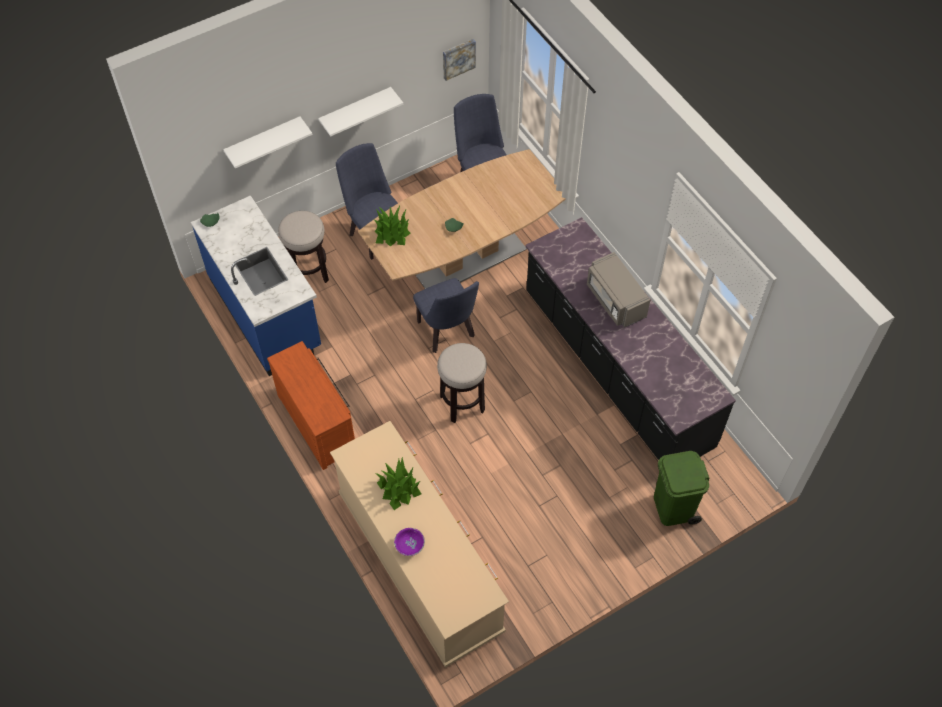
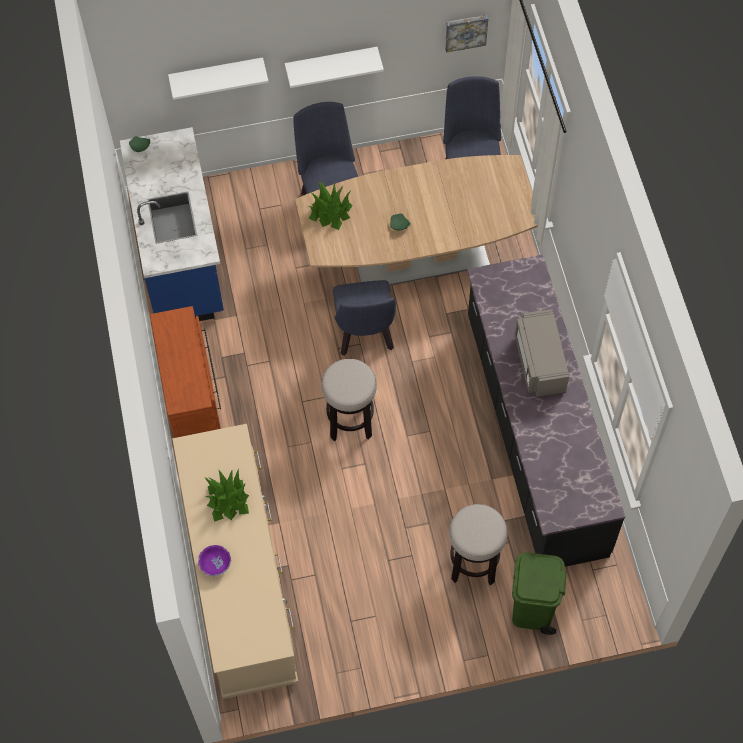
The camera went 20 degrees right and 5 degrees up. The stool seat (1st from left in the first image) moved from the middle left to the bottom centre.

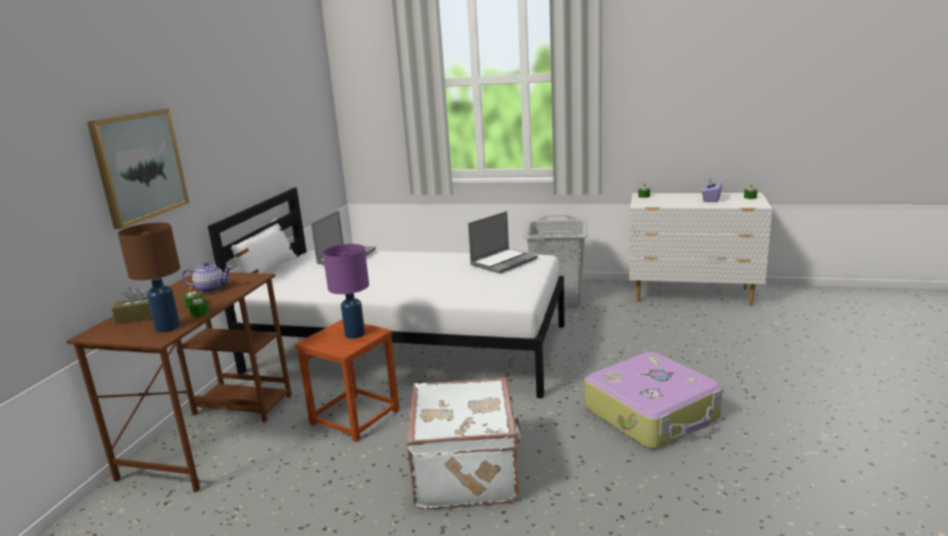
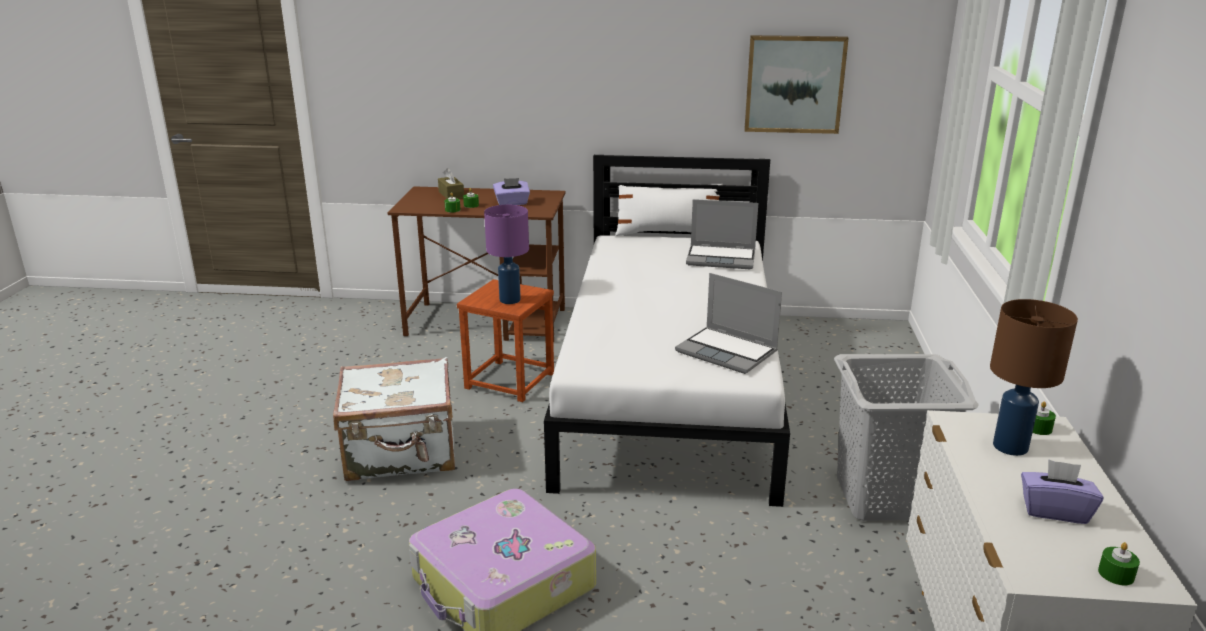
The camera went 80 degrees right and 5 degrees up. The picture moved from the top left to the top centre. The brown table lamp moved from the middle left to the middle right. The pot for tea at the middle left was replaced by the purple-coloured box of tissues (1st from left) at the top centre.

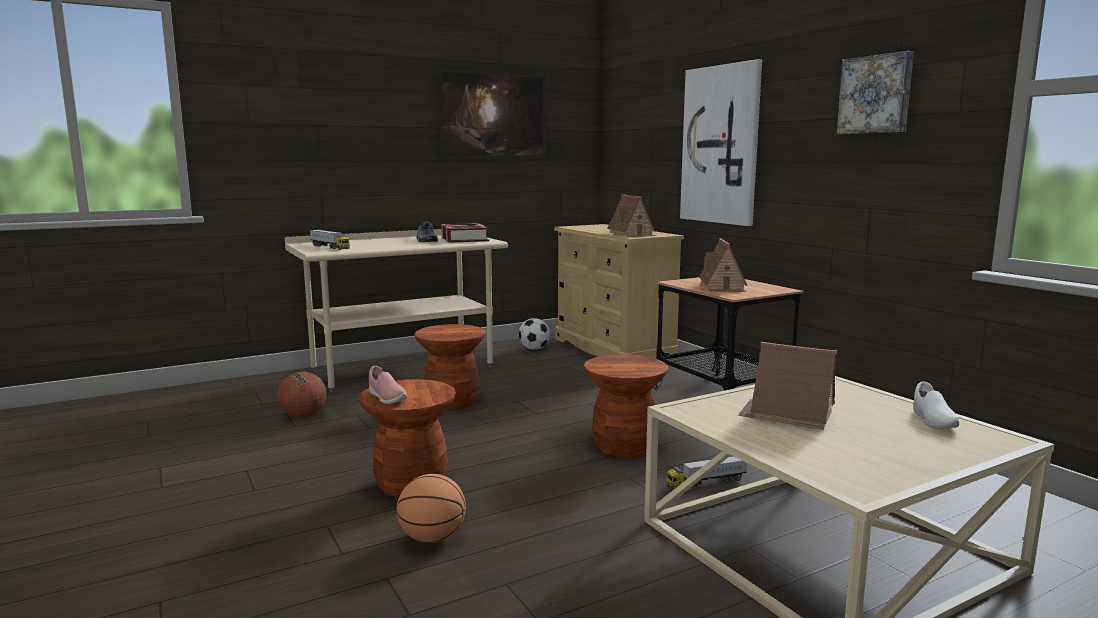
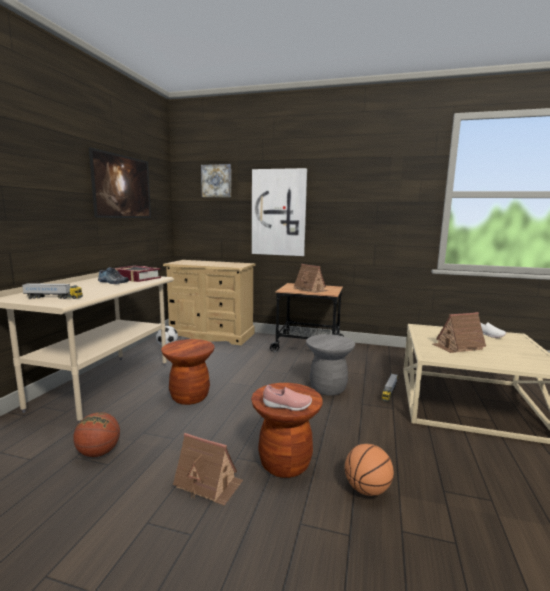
The camera went 45 degrees left and 0 degrees up. The toy house (1st from left) moved from the centre to the bottom centre. The picture (3rd from left in the first image) moved from the top right to the top centre. The brown stool seat (3rd from left) at the centre became the greyish stool seat at the centre.

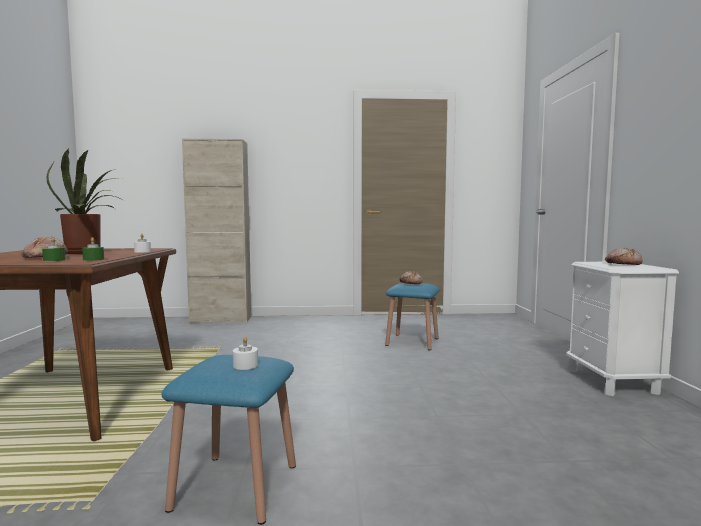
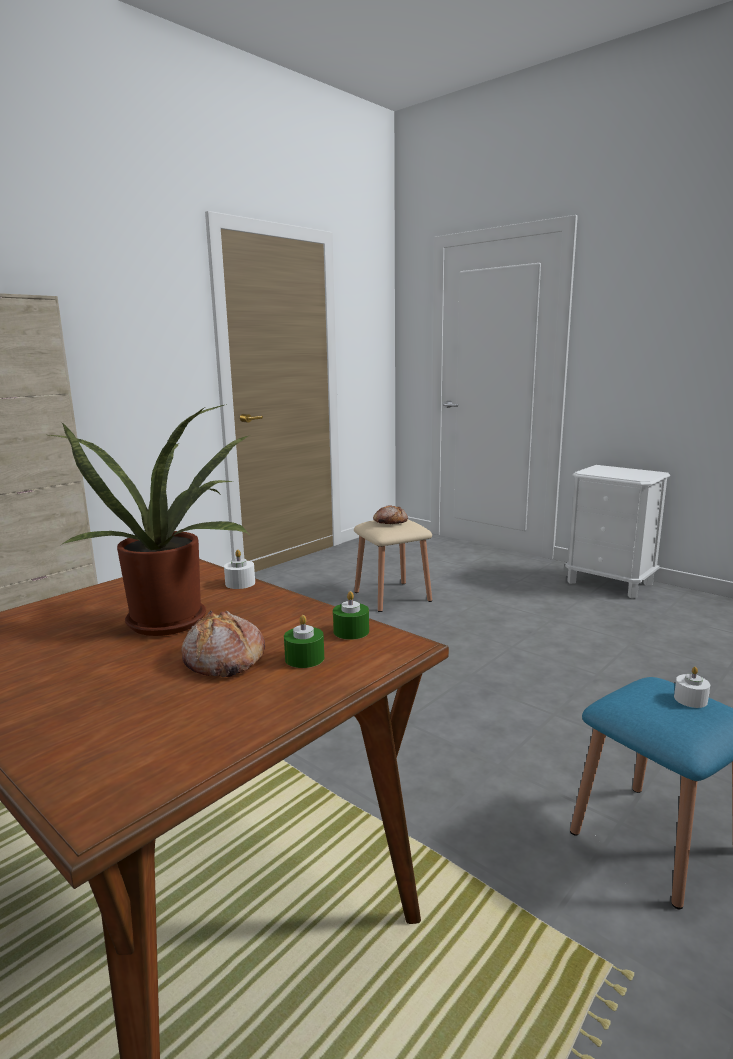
The camera went 45 degrees left and 10 degrees up. The bakery bread (3rd from left) at the middle right disappeared. The bluish stool seat (2nd from left) at the centre became the sand-coloured stool seat at the centre.

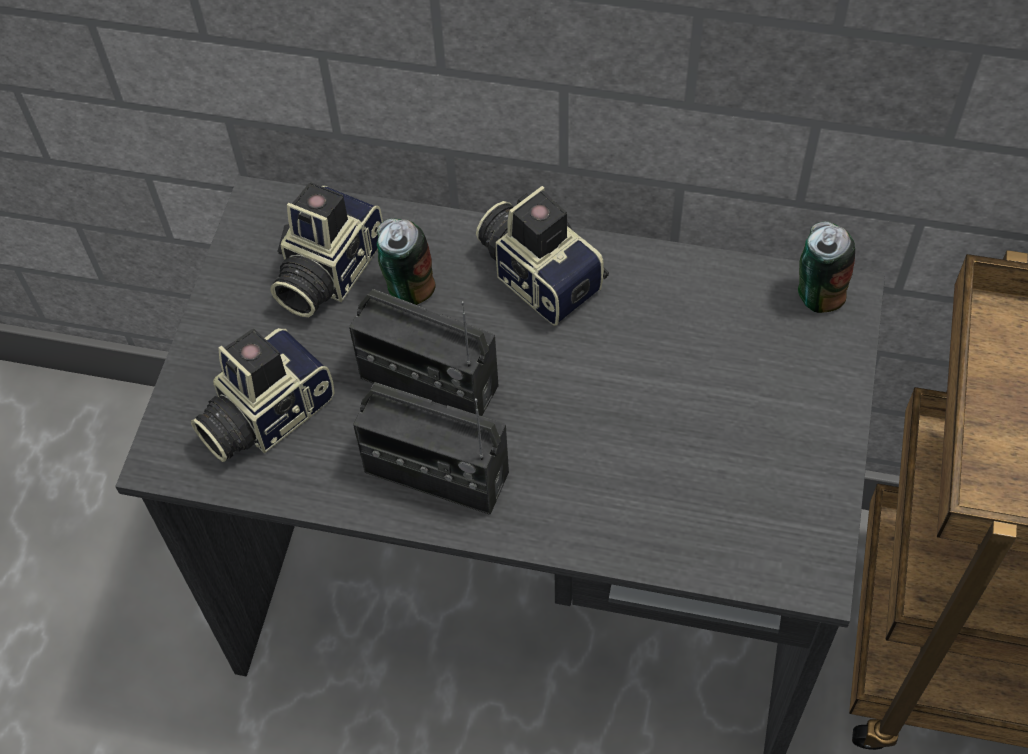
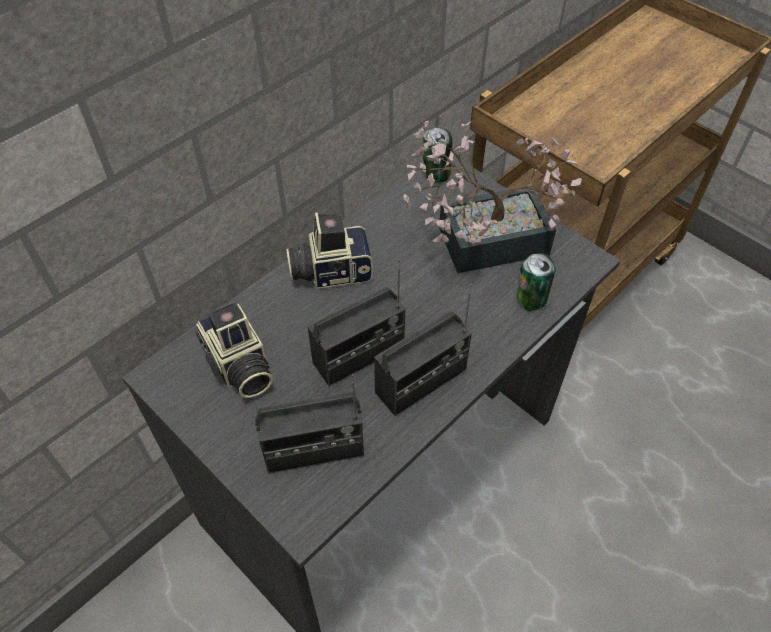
The camera went 60 degrees left and 5 degrees down. The potted plant at the top centre appeared. The metal can (1st from left in the first image) moved from the centre to the middle right. The photo camera (1st from left) at the middle left was replaced by the radio (1st from left) at the bottom centre.

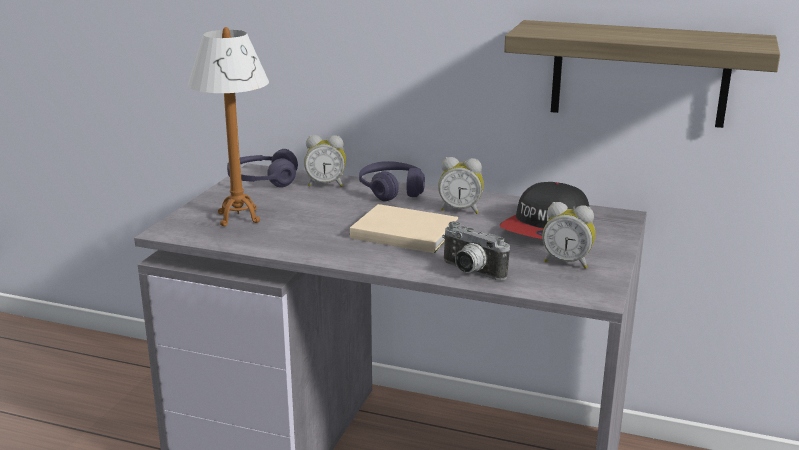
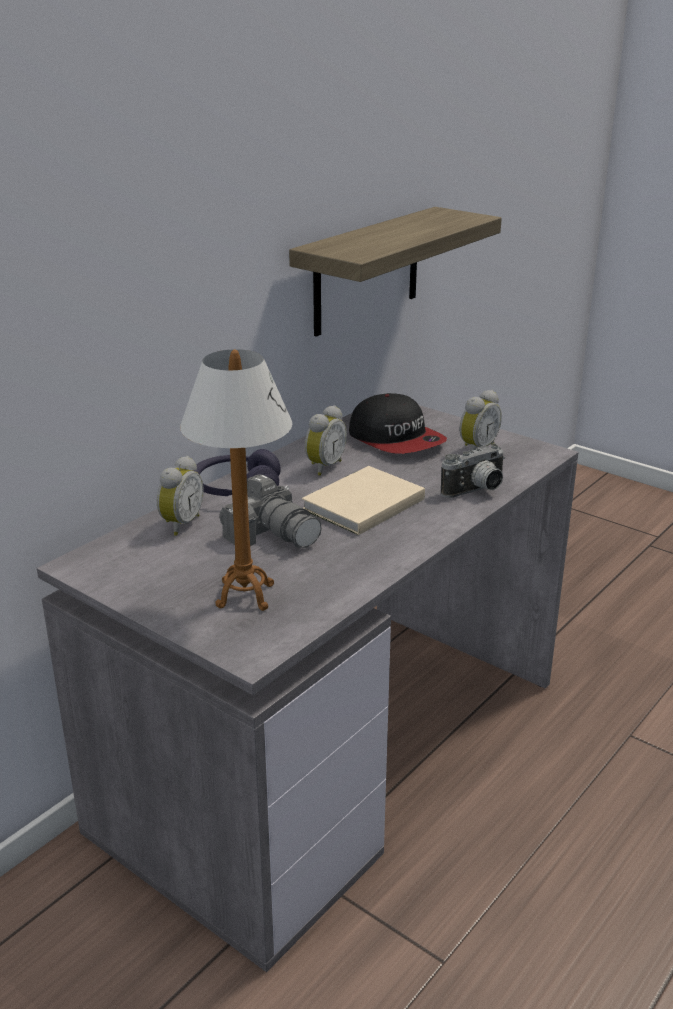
The camera went 70 degrees left and 5 degrees up. The purple-coloured pair of headphones (1st from left) at the middle left disappeared. The photo camera (1st from left) at the centre appeared.

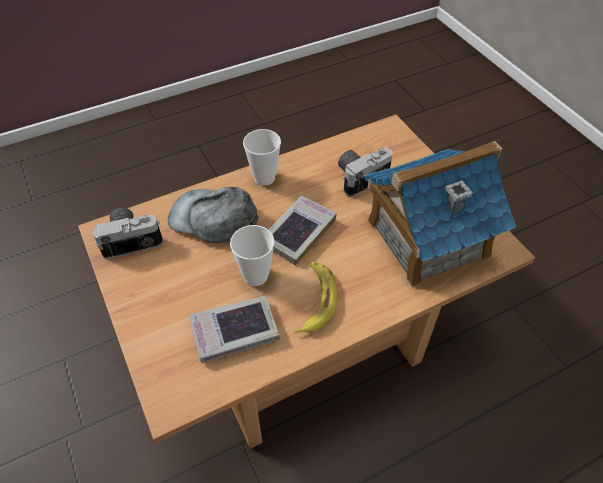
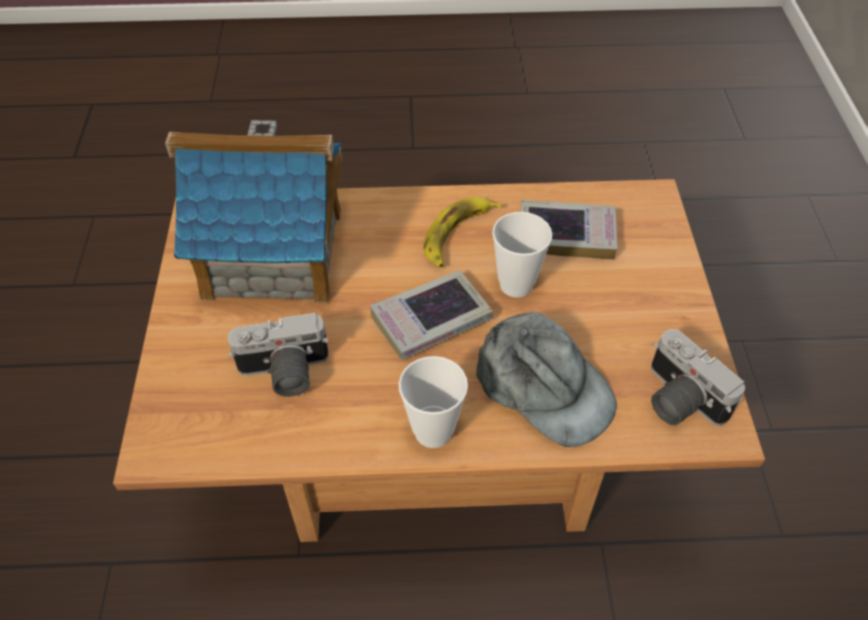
The camera went 155 degrees left and 0 degrees up. The photo camera (1st from left in the first image) at the middle left turned 45 degrees clockwise.

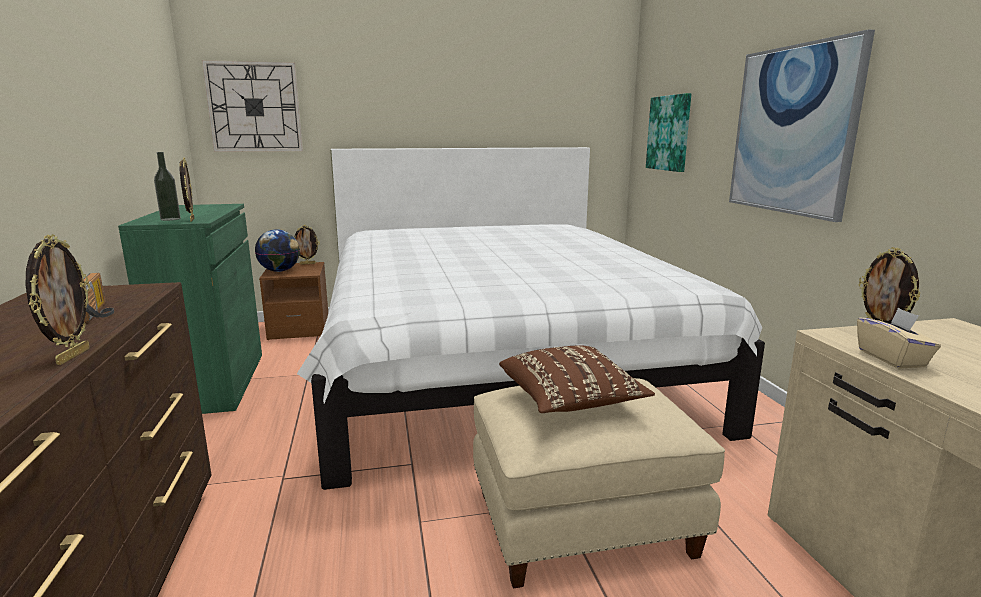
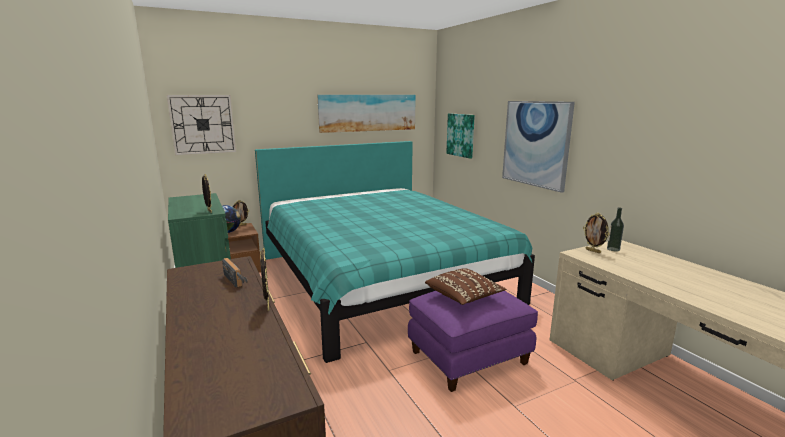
The camera went 15 degrees left and 0 degrees up. The sand-coloured box of tissues at the middle right disappeared. The picture (1st from left) at the top centre appeared. The drink bottle moved from the top left to the middle right. The white-coloured sleeping bed at the centre became the turquoise-coloured sleeping bed at the centre. The sand-coloured ottoman at the bottom centre became the purple-coloured ottoman at the bottom centre.

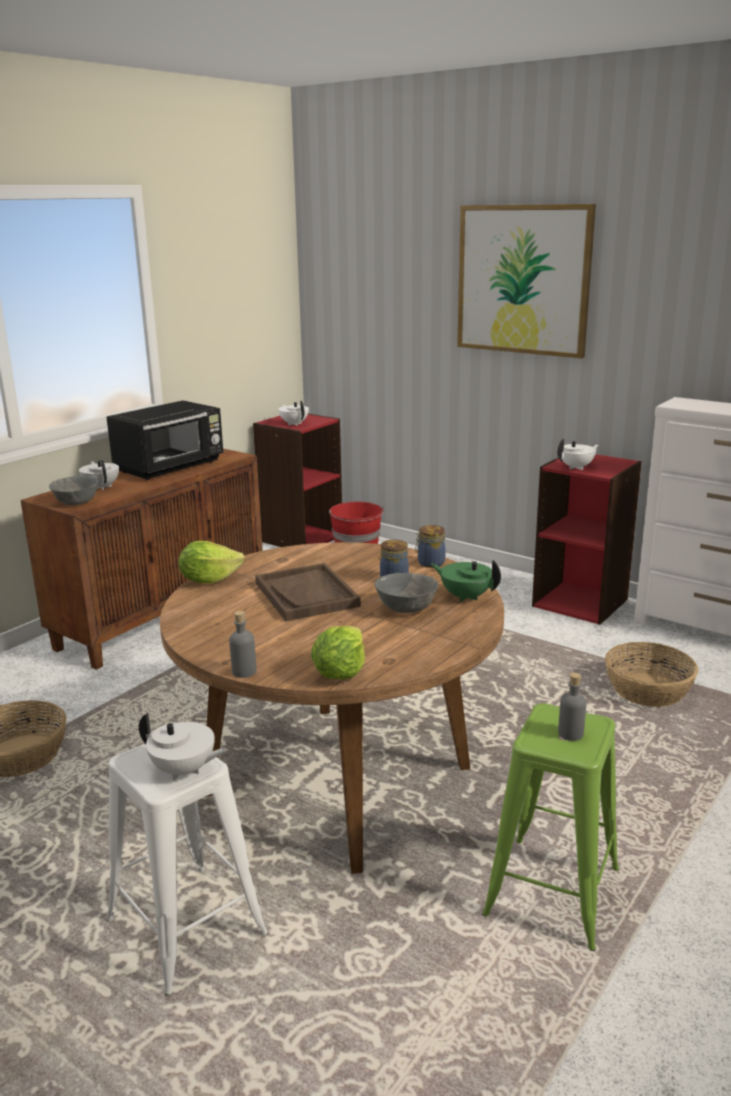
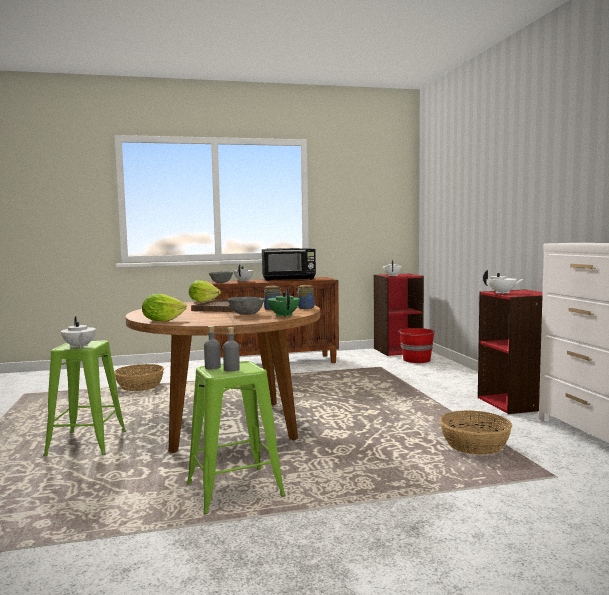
The camera went 40 degrees right and 15 degrees down. The picture at the top right disappeared. The greyish drink bottle (1st from left) moved from the middle left to the centre. The white-coloured stool seat at the bottom left became the greenish stool seat (1st from left) at the bottom left.

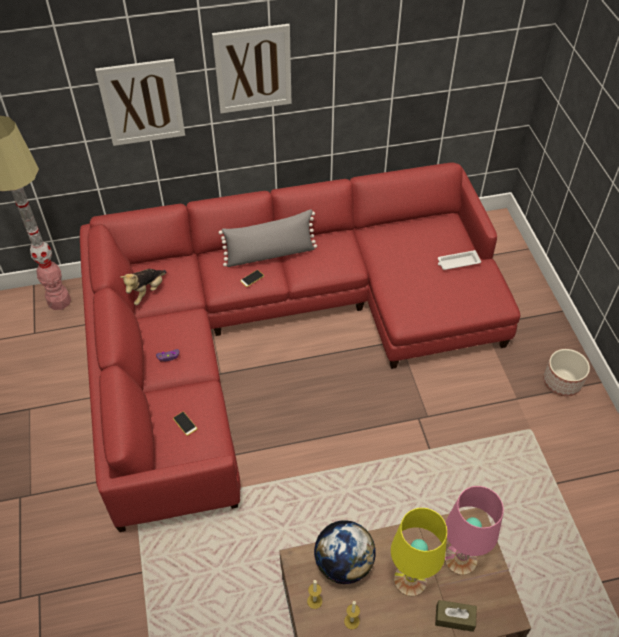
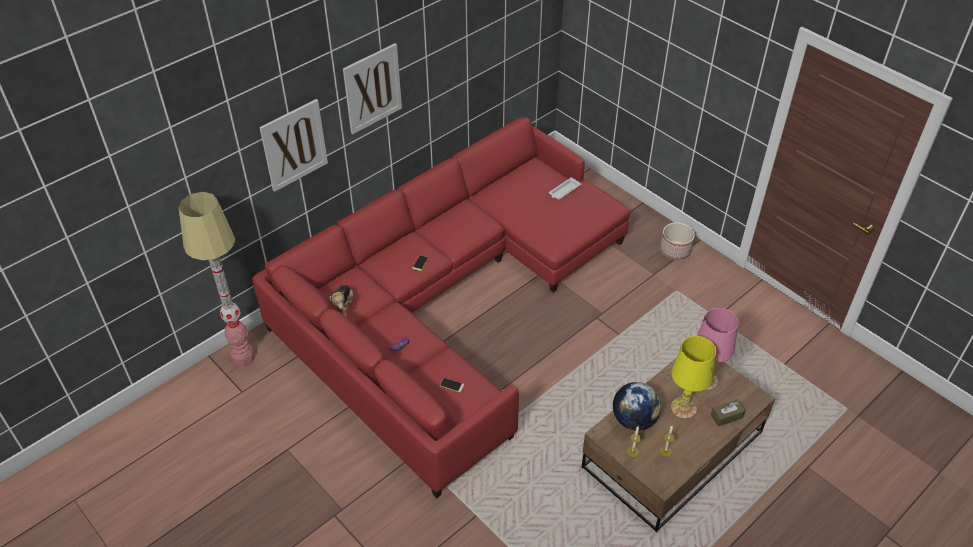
The camera went 30 degrees left and 5 degrees down. The greyish throw pillow at the centre disappeared.

